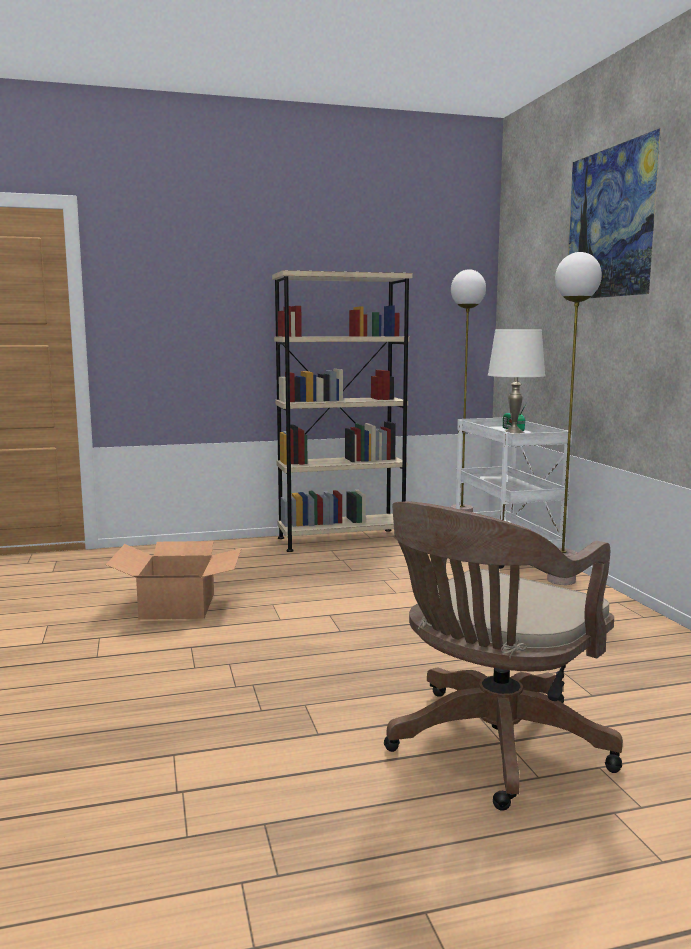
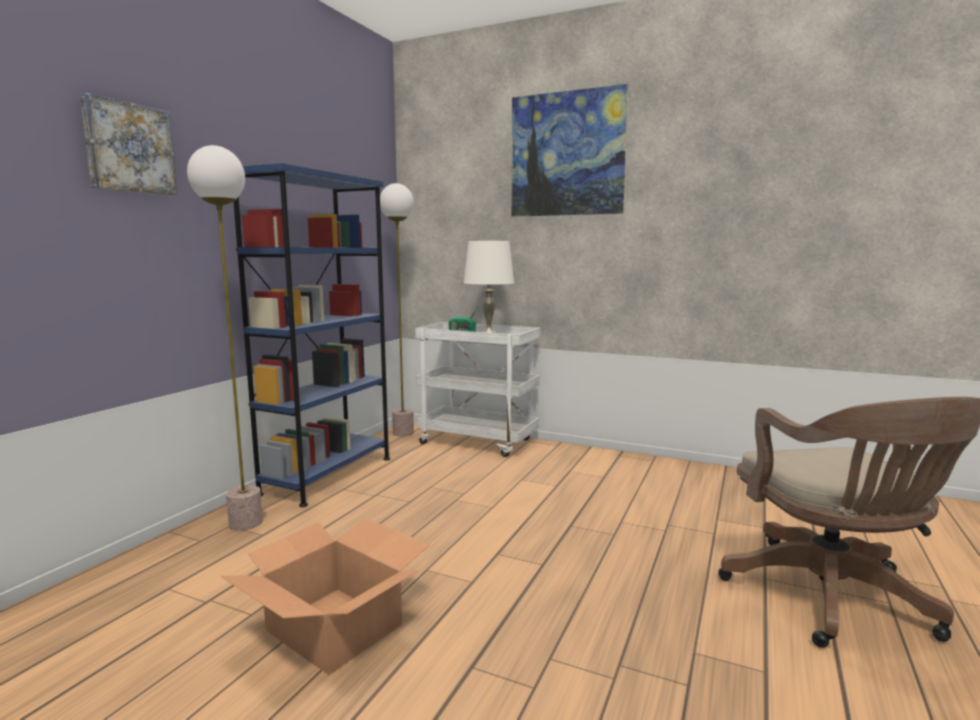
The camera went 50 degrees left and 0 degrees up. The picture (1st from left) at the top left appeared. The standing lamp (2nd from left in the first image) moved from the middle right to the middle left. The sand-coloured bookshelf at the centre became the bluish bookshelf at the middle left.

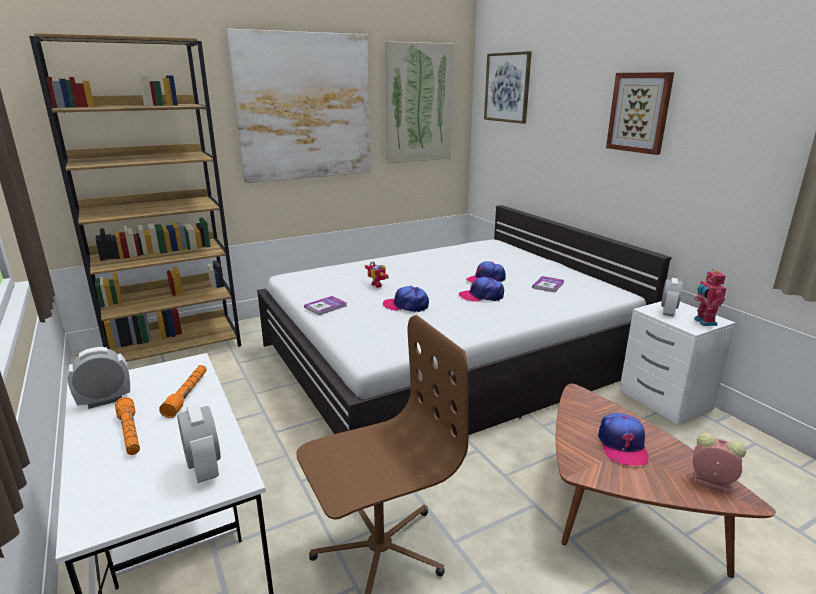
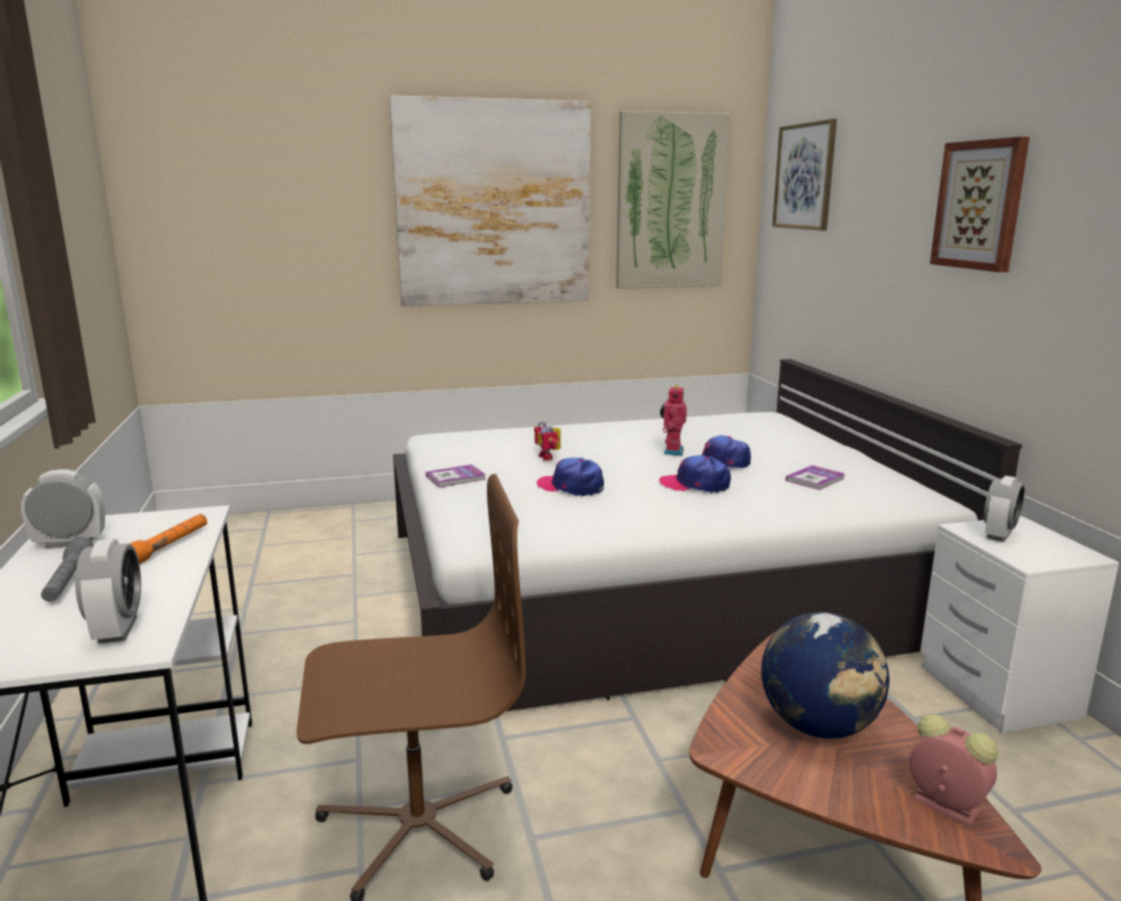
The camera went 15 degrees right and 5 degrees down. The brown bookshelf at the top left disappeared. The robot figure (2nd from left) moved from the middle right to the centre. The cap (4th from left) at the bottom right was replaced by the world globe at the bottom right. The orange flashlight (1st from left) at the bottom left became the greyish flashlight at the middle left.

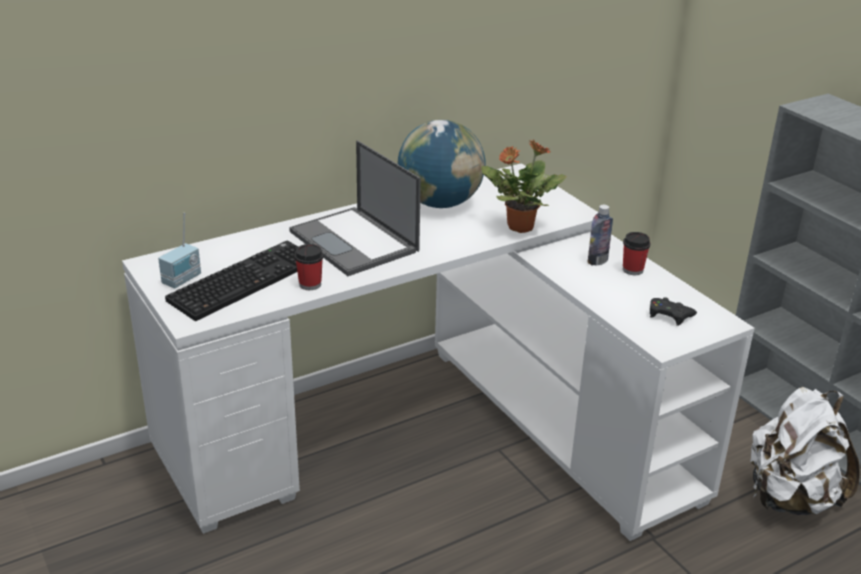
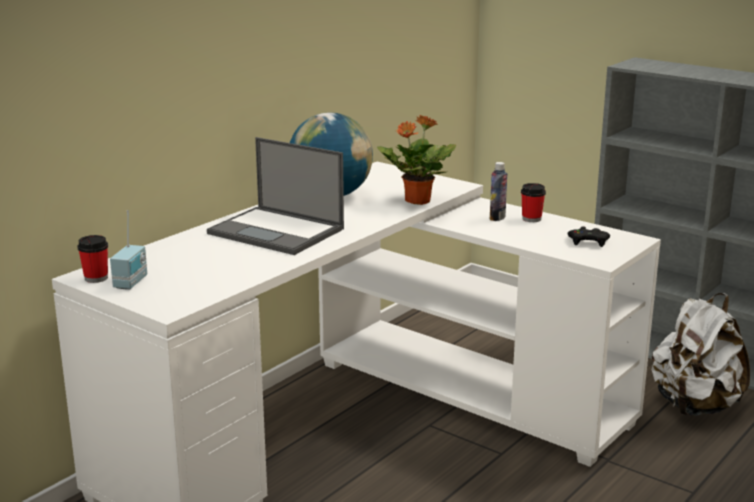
The camera went 20 degrees left and 10 degrees down. The computer keyboard at the middle left disappeared. The drinking cup (1st from left) moved from the centre to the middle left.

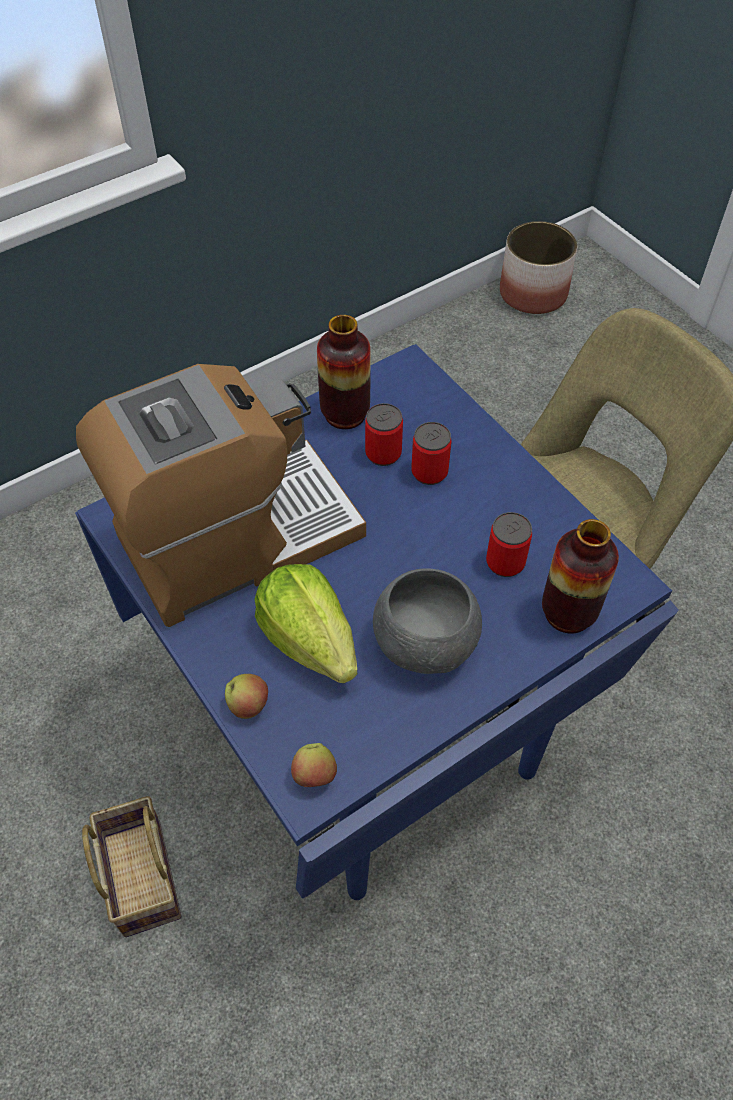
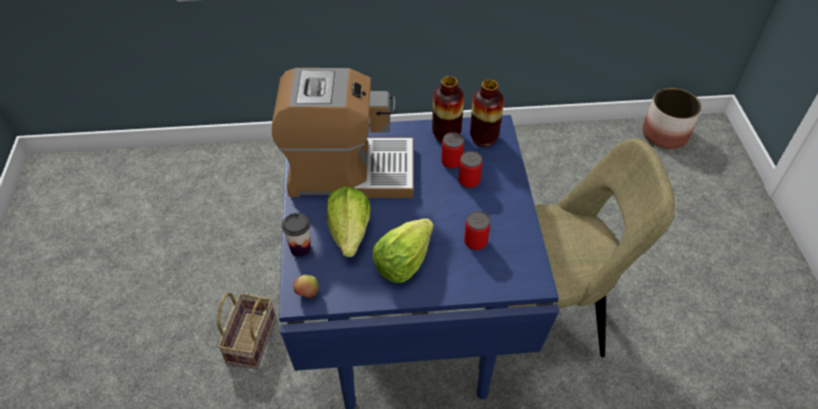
The camera went 30 degrees right and 5 degrees down. The vase (2nd from left) moved from the middle right to the top centre. The apple (1st from left) at the centre was replaced by the drinking cup at the centre. The greyish bowl at the centre was replaced by the lettuce (2nd from left) at the centre.

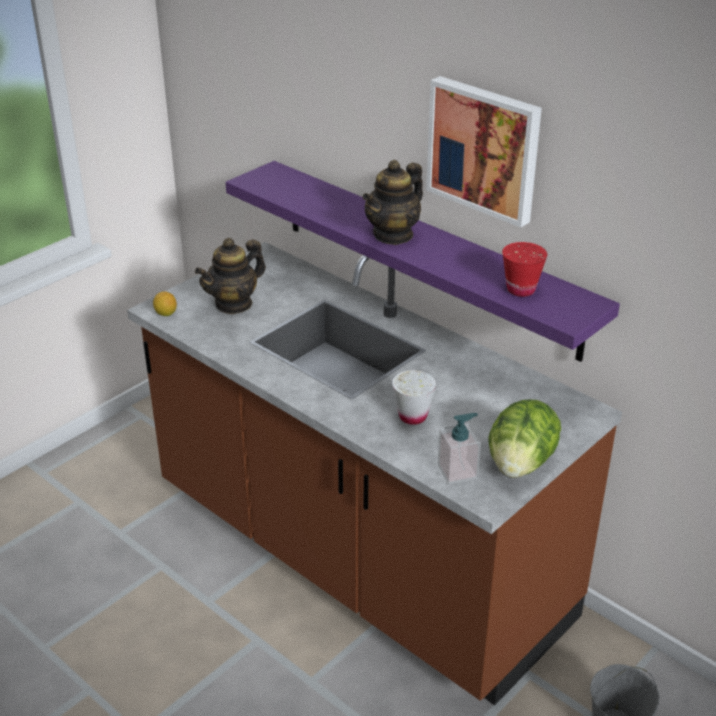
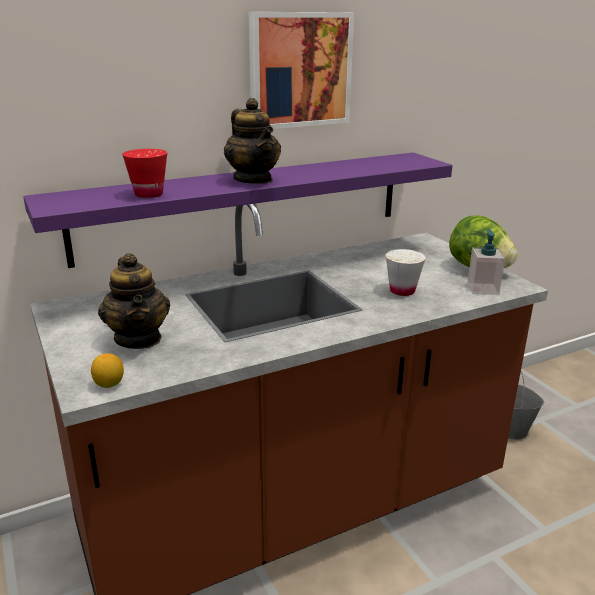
The camera went 70 degrees left and 10 degrees down. The red-coloured drinking cup moved from the middle right to the top left.

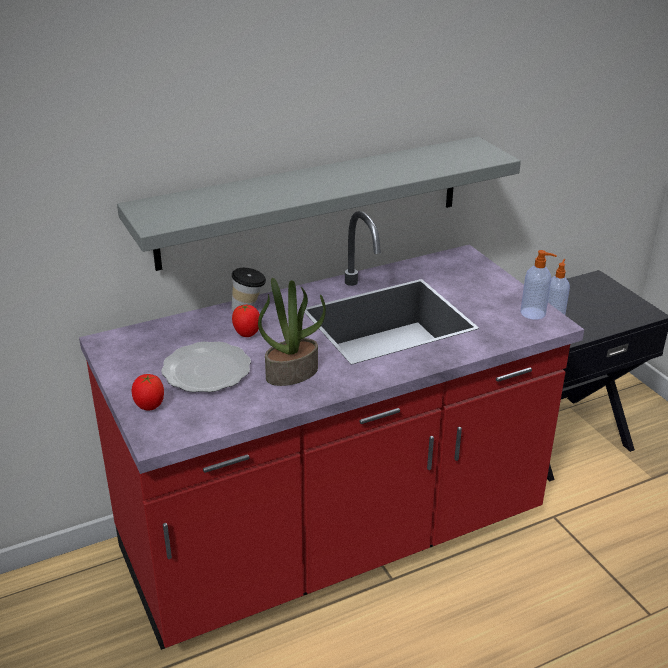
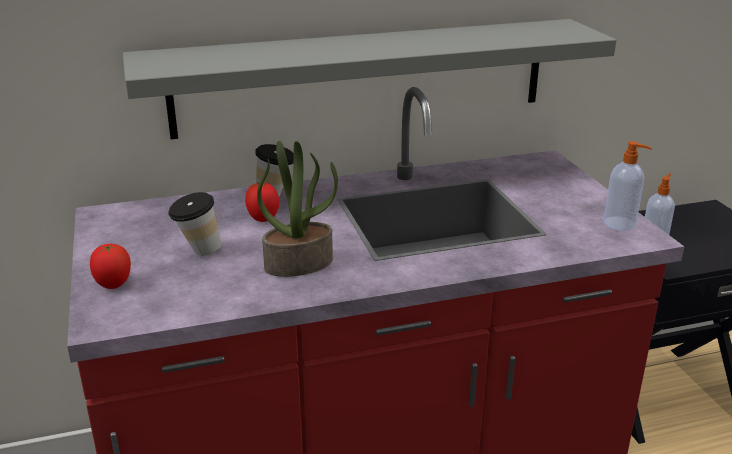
The camera went 10 degrees right and 5 degrees down. The dinner plate at the middle left was replaced by the drinking cup (1st from left) at the middle left.

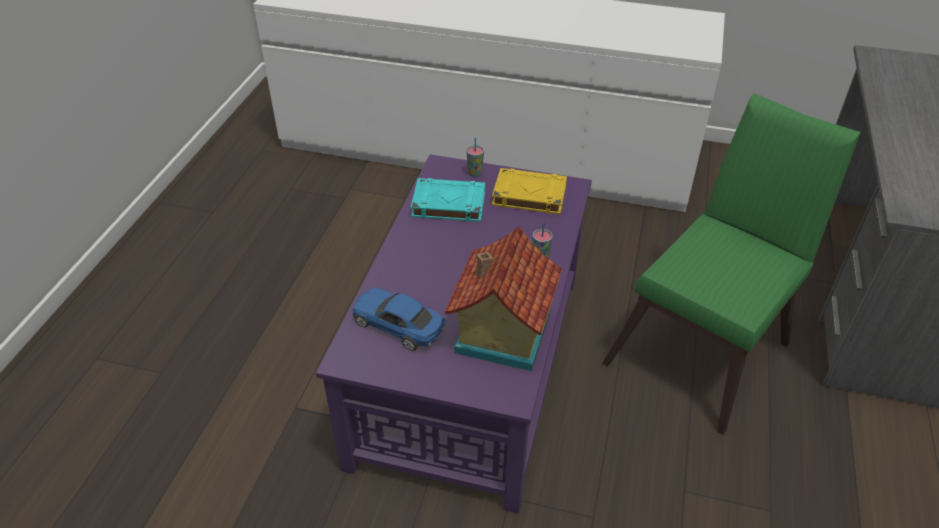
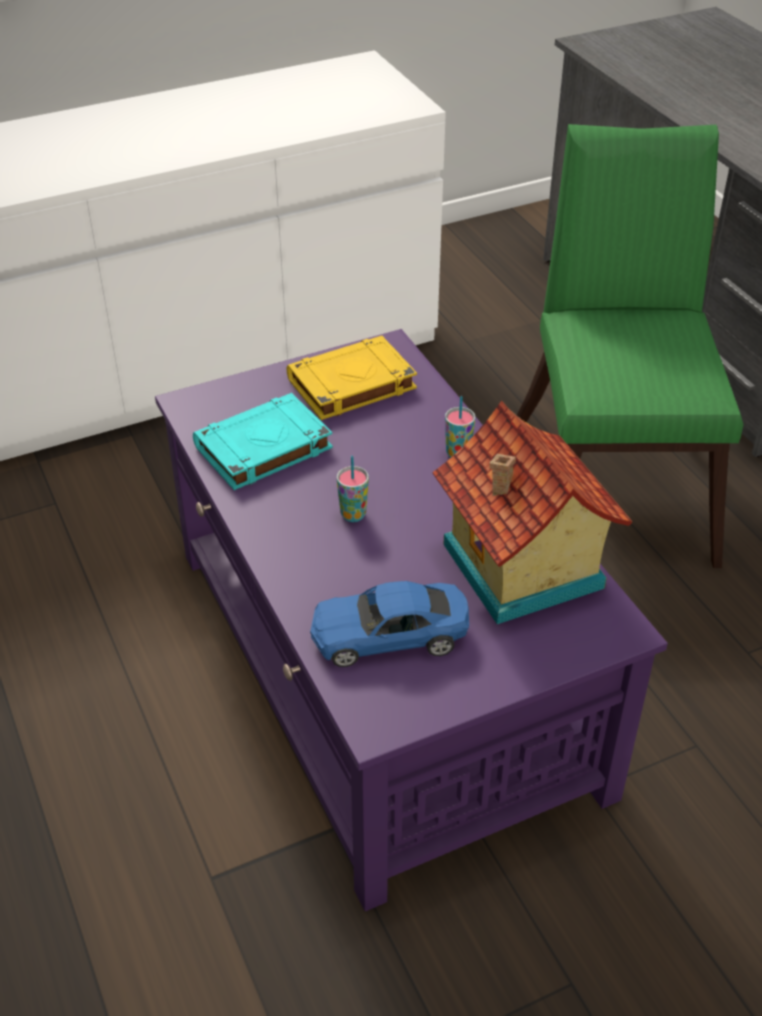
The camera went 40 degrees left and 0 degrees up. The drinking cup (1st from left) moved from the top centre to the centre.

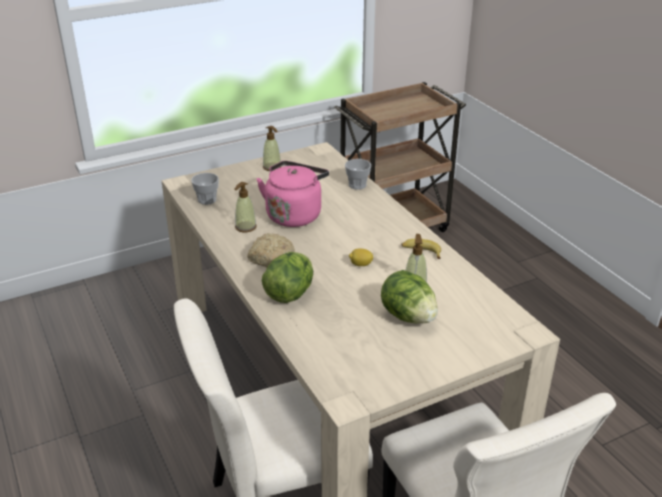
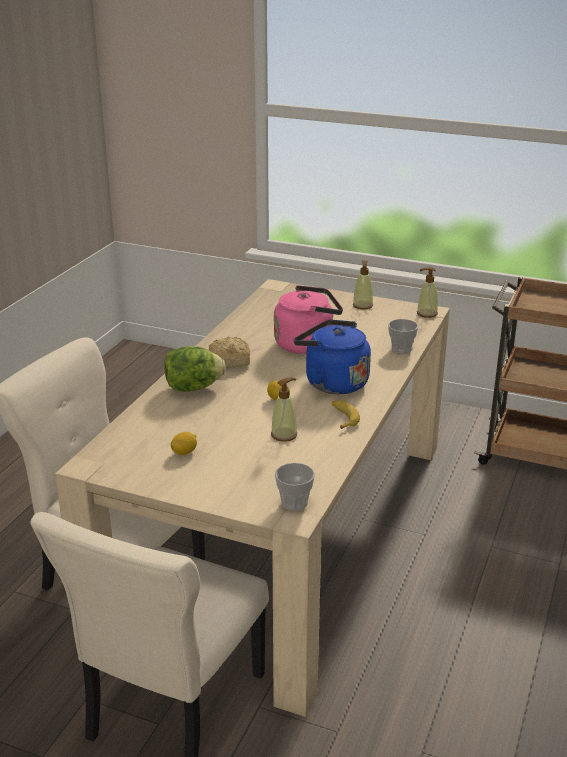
The camera went 50 degrees right and 5 degrees down. The lettuce (2nd from left) at the centre disappeared. The citrus fruit (1st from left) at the middle left appeared. The bluish tea kettle at the centre appeared. The drinking cup (1st from left) moved from the middle left to the centre. The liquid soap bottle (1st from left in the first image) moved from the centre to the middle right.

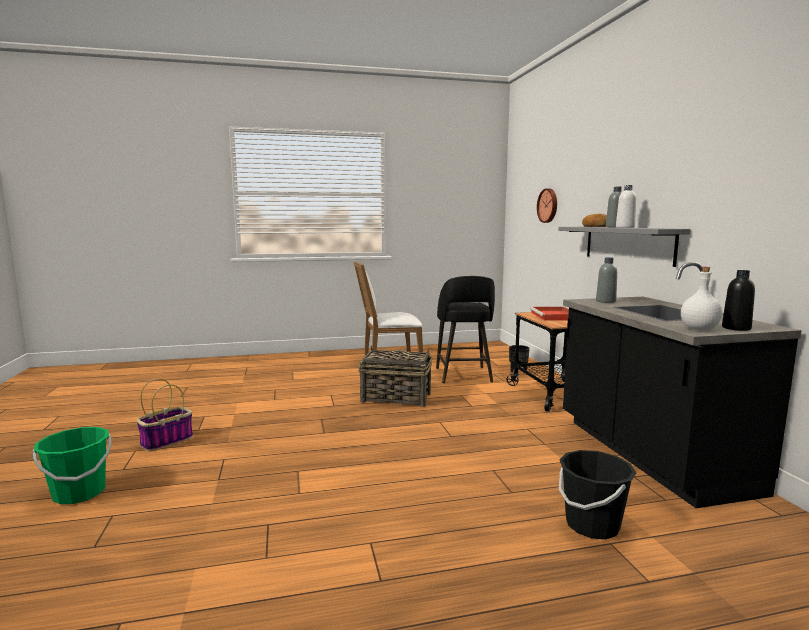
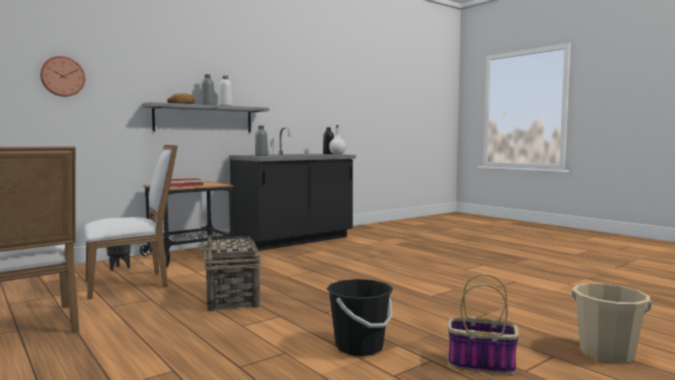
The camera went 115 degrees left and 5 degrees down. The blackish pail moved from the bottom right to the bottom centre. The blackish stool seat at the centre was replaced by the white-coloured chair (2nd from left) at the middle left. The greenish pail at the bottom left became the sand-coloured pail at the bottom right.

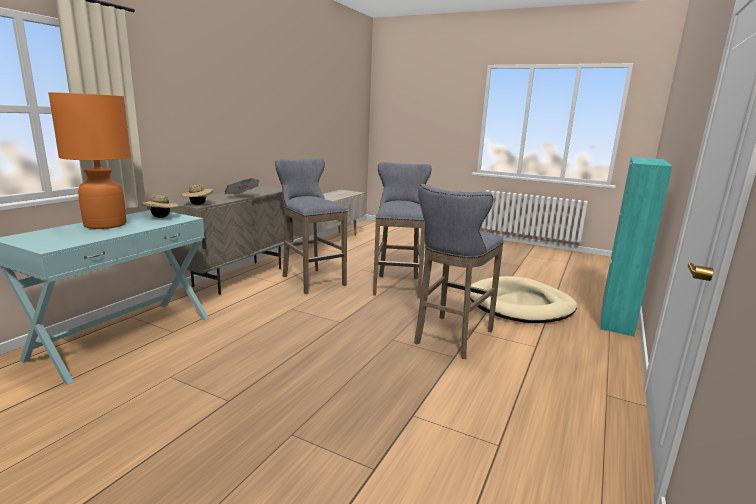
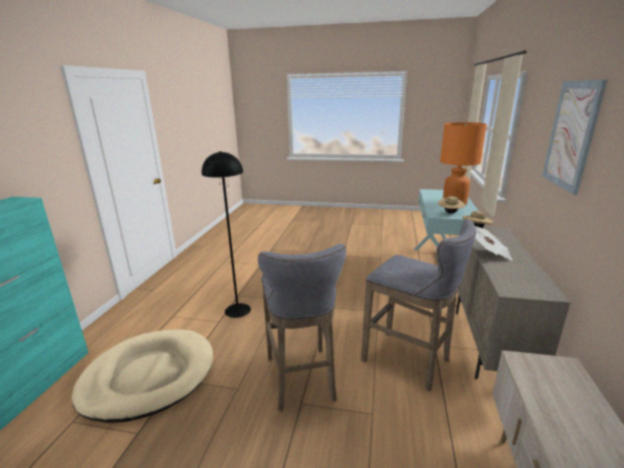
The camera went 165 degrees right and 5 degrees up. The picture at the top right appeared. The greyish stool seat (3rd from left) at the centre was replaced by the blackish standing lamp at the centre.

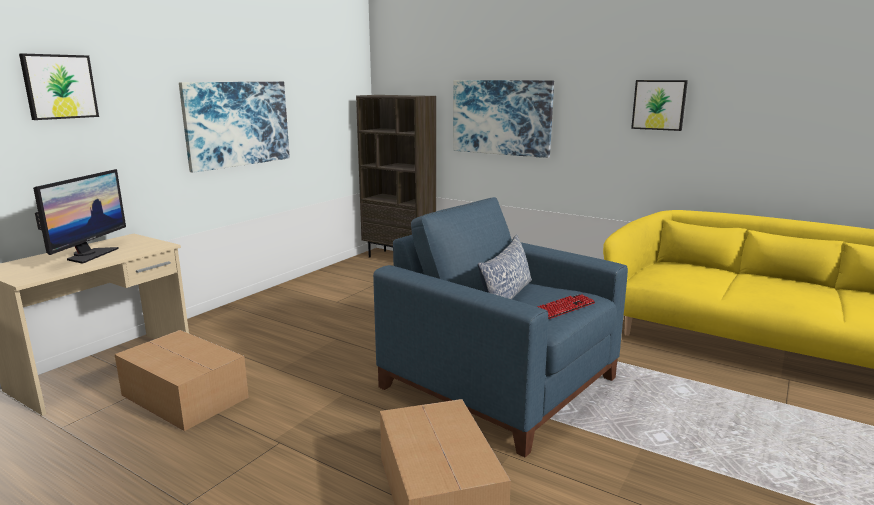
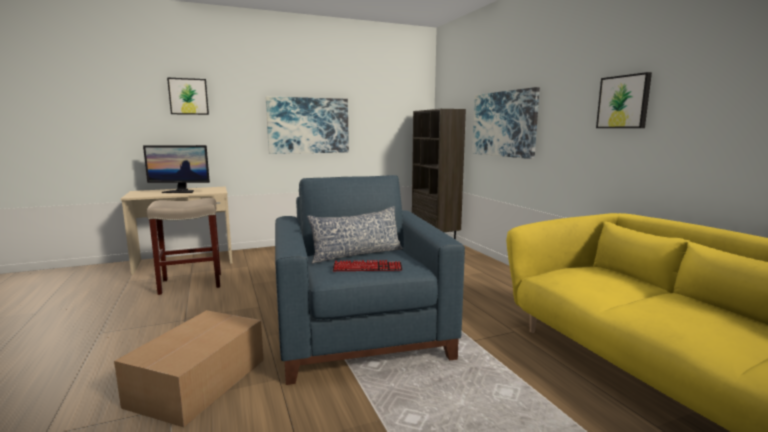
The camera went 35 degrees right and 5 degrees down. The packing box (1st from left) at the bottom left was replaced by the sand-coloured stool seat at the middle left. The computer screen at the middle left turned 45 degrees clockwise.

